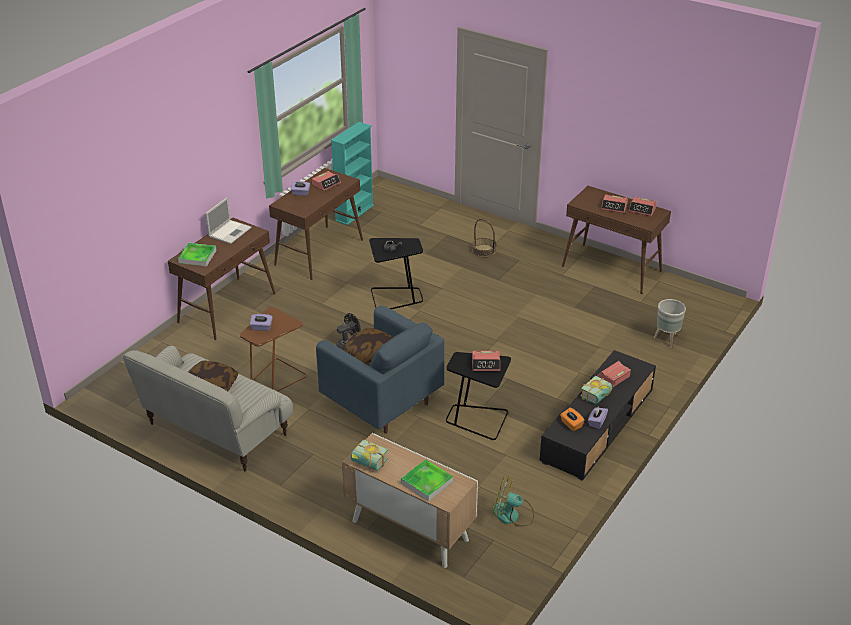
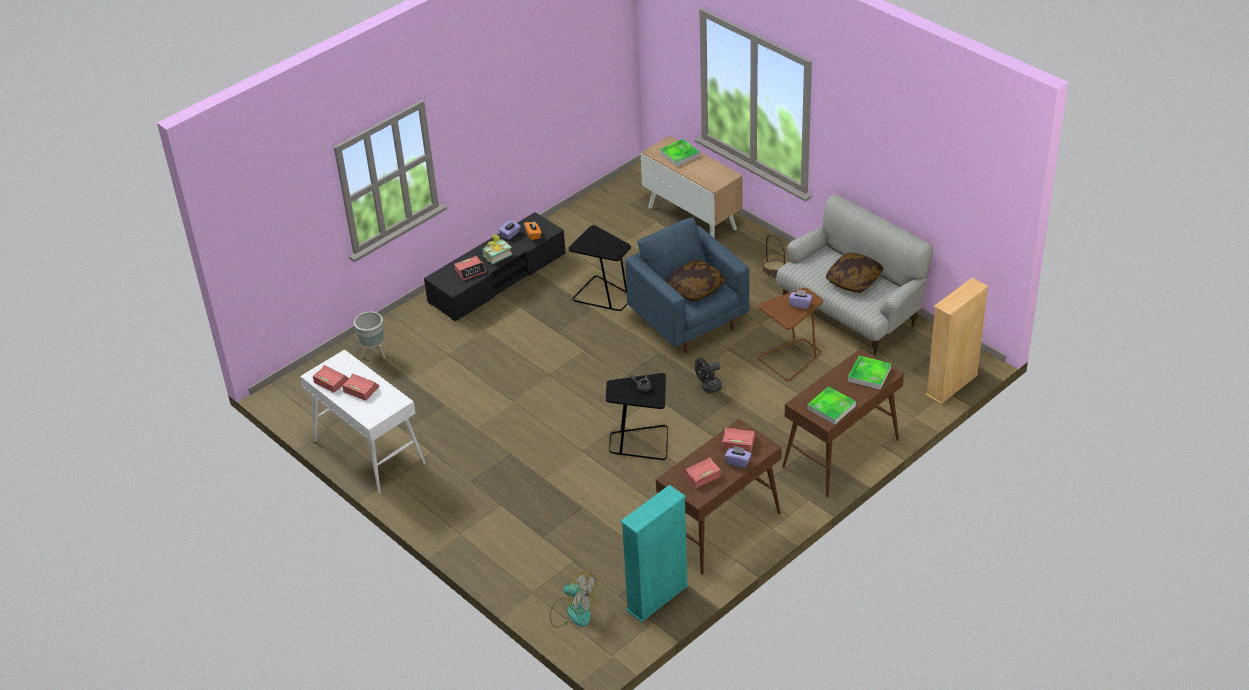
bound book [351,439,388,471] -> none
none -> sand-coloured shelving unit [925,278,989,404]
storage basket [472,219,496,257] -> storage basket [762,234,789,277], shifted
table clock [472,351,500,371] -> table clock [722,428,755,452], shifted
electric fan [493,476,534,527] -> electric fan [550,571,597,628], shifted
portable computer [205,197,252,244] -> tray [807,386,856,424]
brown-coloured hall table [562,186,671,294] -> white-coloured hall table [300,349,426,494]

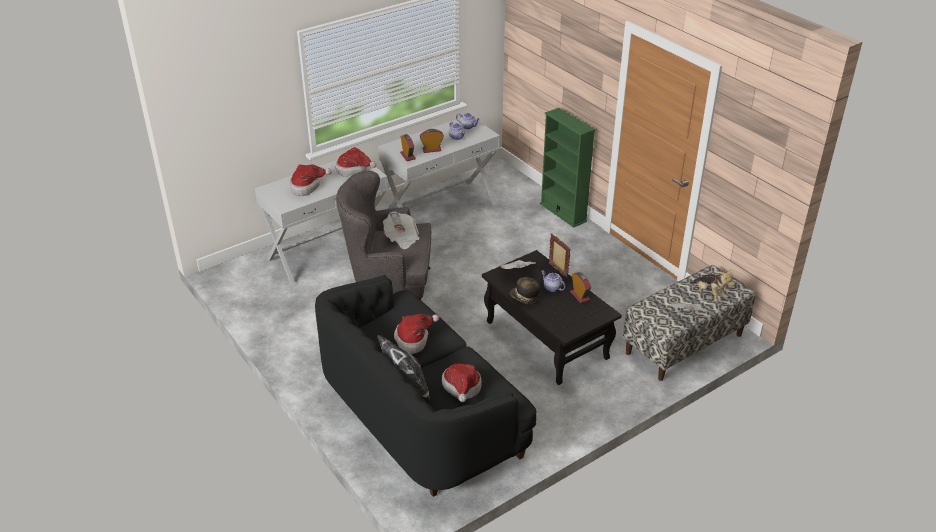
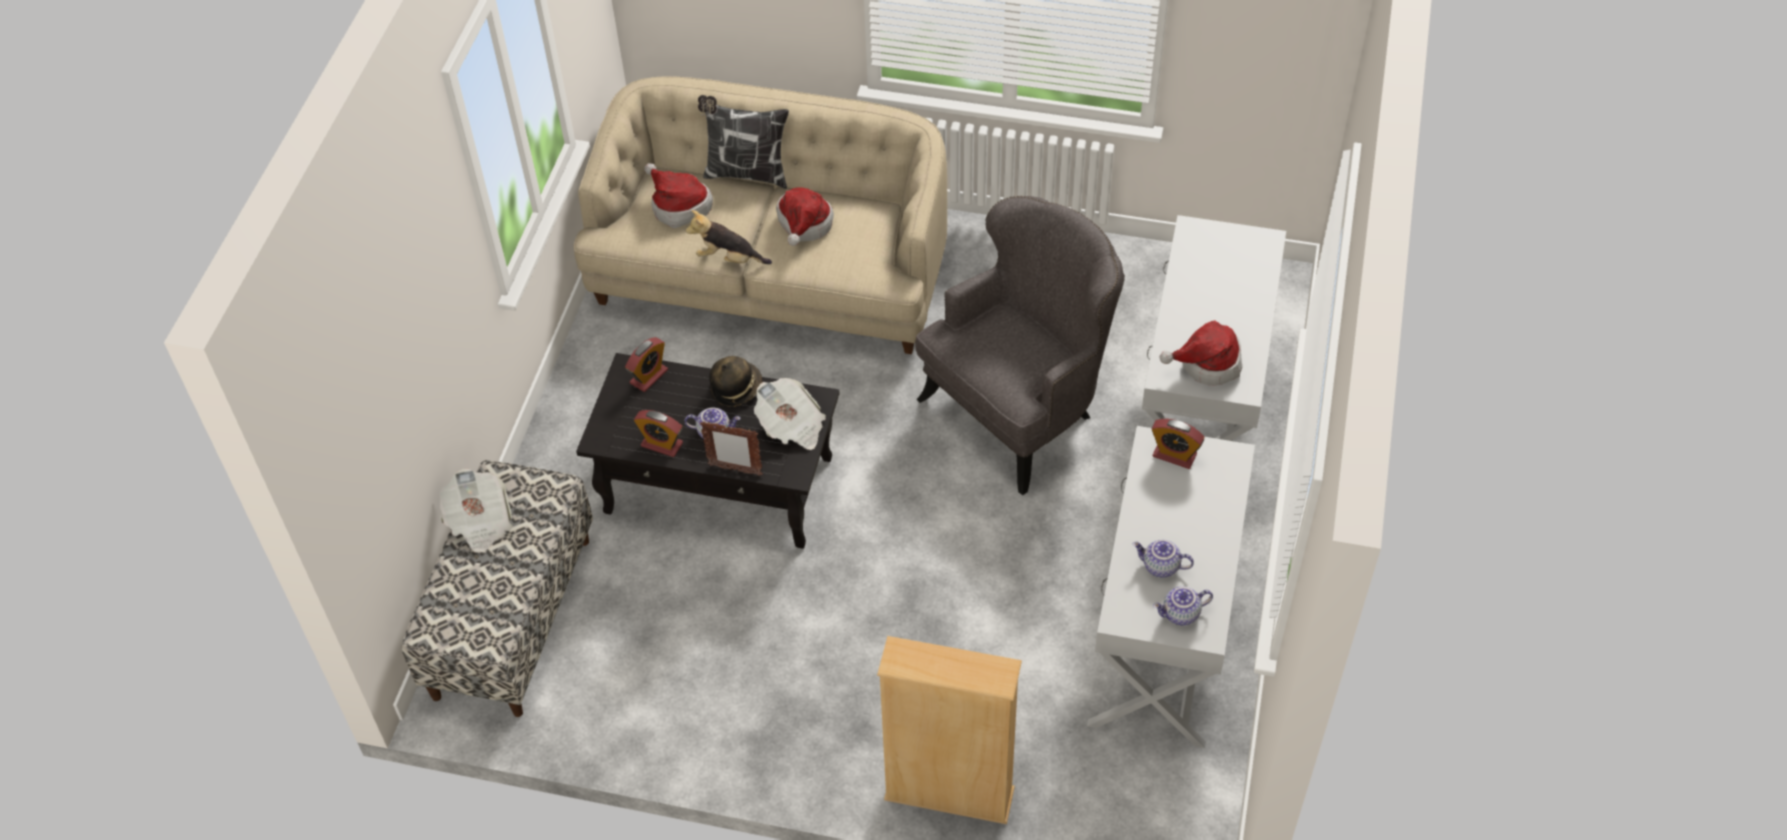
wearable hat [290,164,332,196] -> none
newspaper [383,211,420,249] -> none
table clock [420,129,444,153] -> table clock [625,337,668,392], shifted
soft toy [690,270,735,302] -> soft toy [686,210,772,264], shifted
black-coloured couch [315,275,537,497] -> sand-coloured couch [574,76,947,354]
green-coloured shelving unit [540,108,595,228] -> sand-coloured shelving unit [877,636,1022,824]

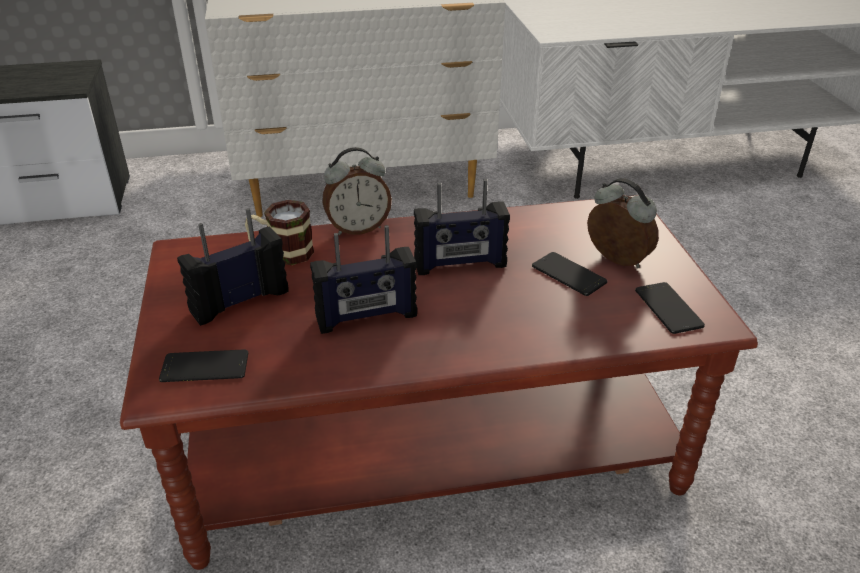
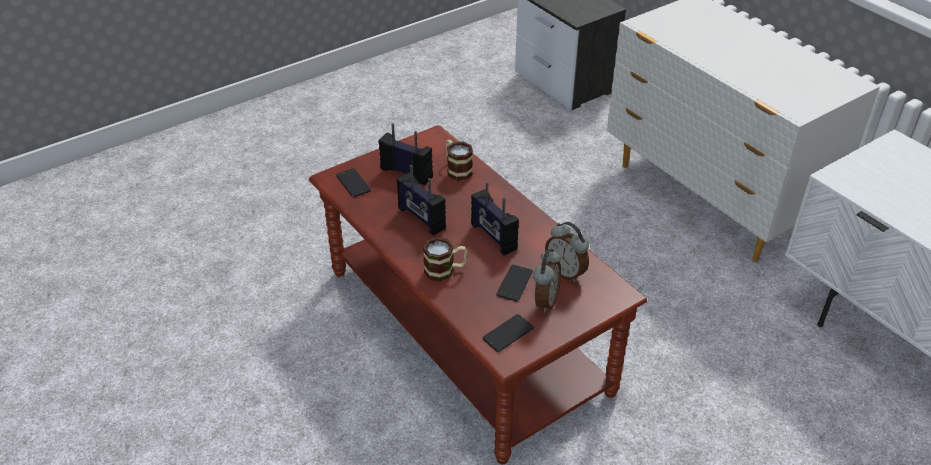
none -> tea mug [423,237,467,282]
table clock [322,147,392,235] -> table clock [545,222,589,282], shifted

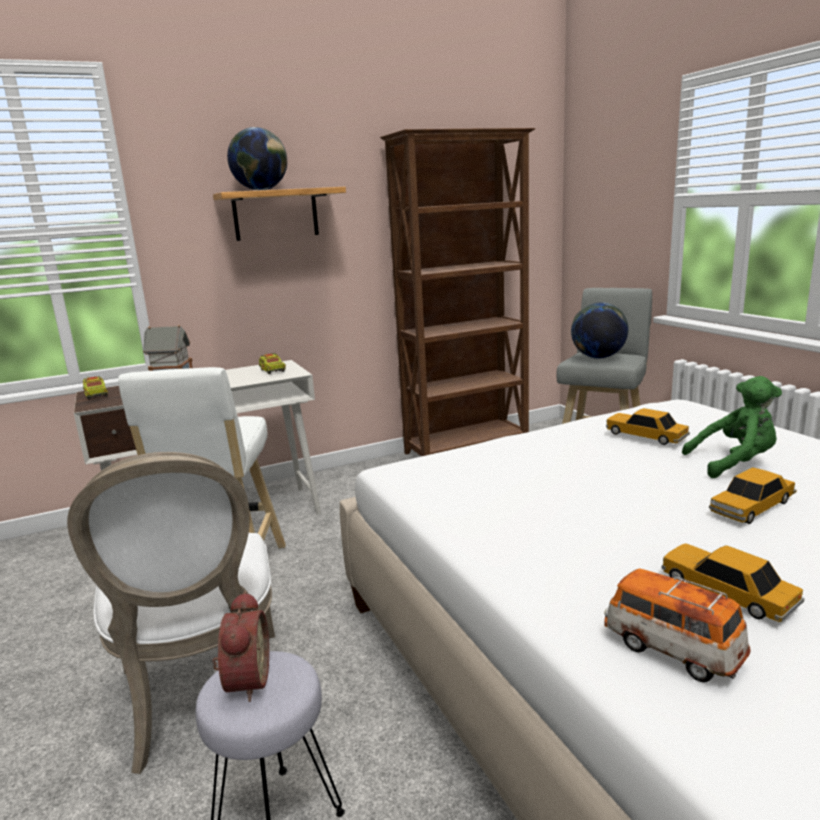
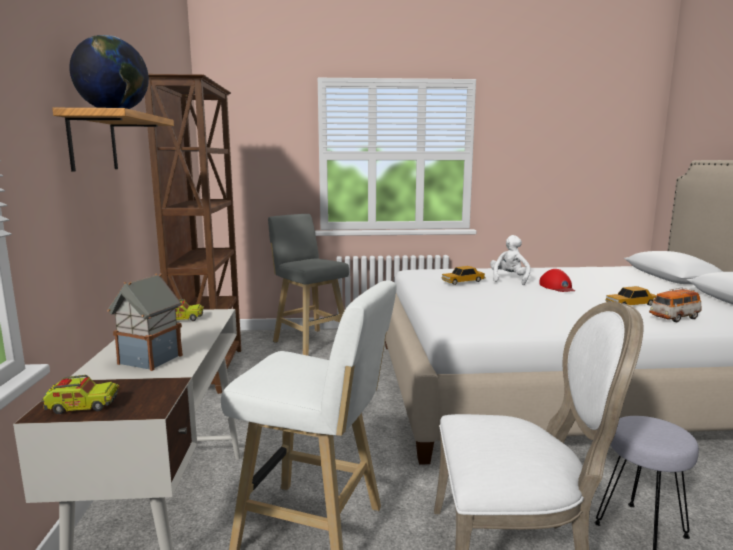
table clock [212,591,269,702] -> none
world globe [571,303,629,358] -> none
toy car [709,467,796,524] -> red-coloured peaked cap [539,269,575,292]
green-coloured soft toy [682,376,782,478] -> white-coloured soft toy [490,235,530,285]

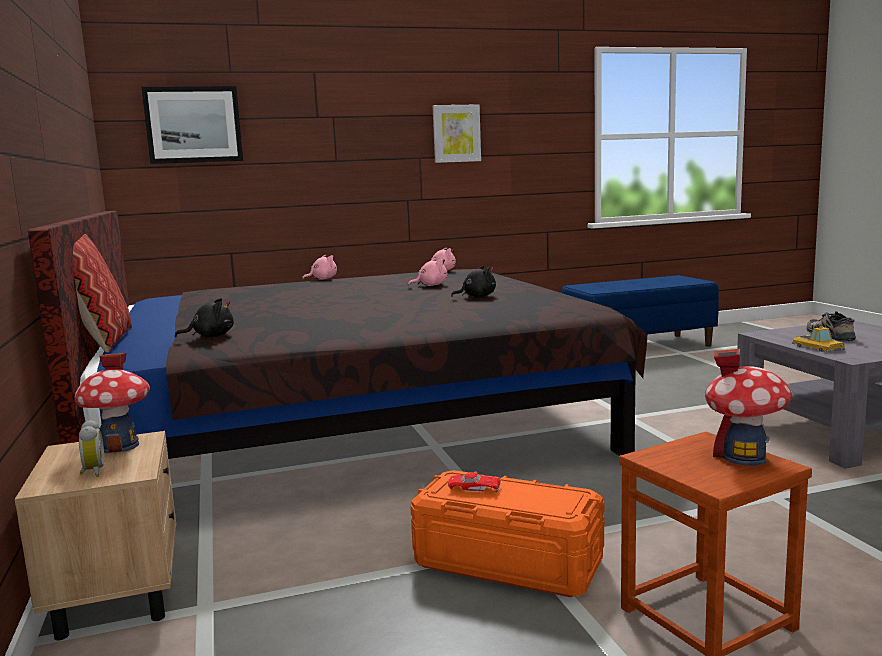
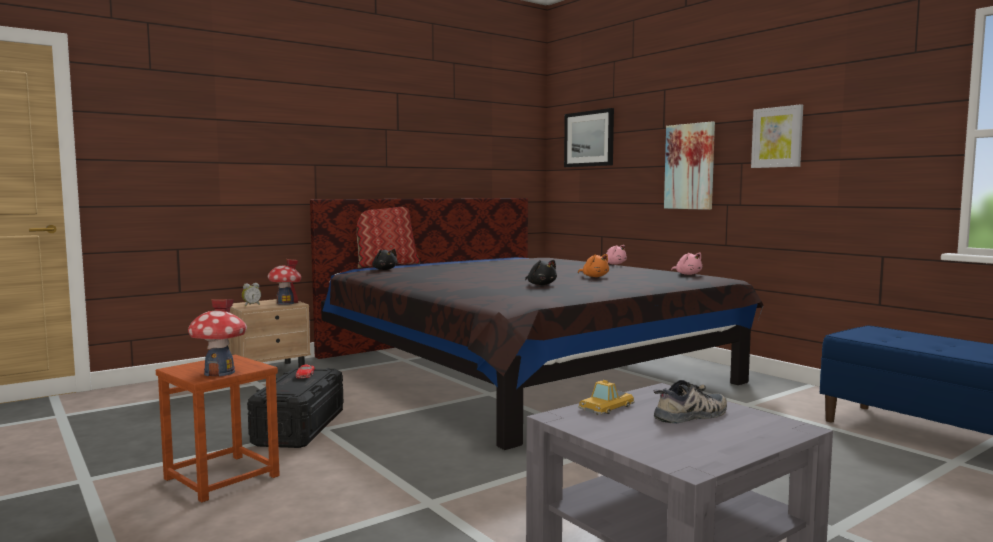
none -> picture [664,121,715,210]
pinkish soft toy [408,258,448,286] -> orange soft toy [578,254,609,277]
orange storage bin [410,470,604,597] -> black-coloured storage bin [247,368,343,448]

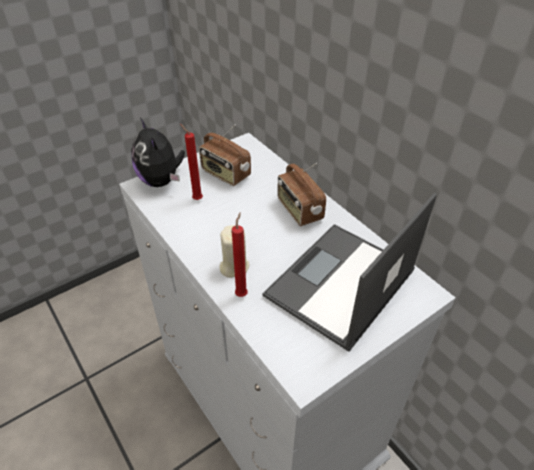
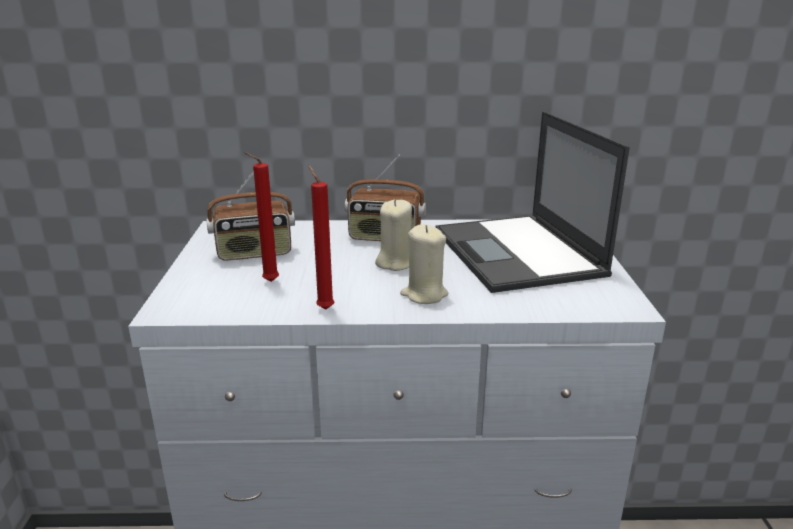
soft toy [131,118,185,187] -> none
none -> sand-coloured wax light [375,199,412,271]
red-coloured wax light [232,212,248,297] -> red-coloured wax light [308,165,334,309], shifted

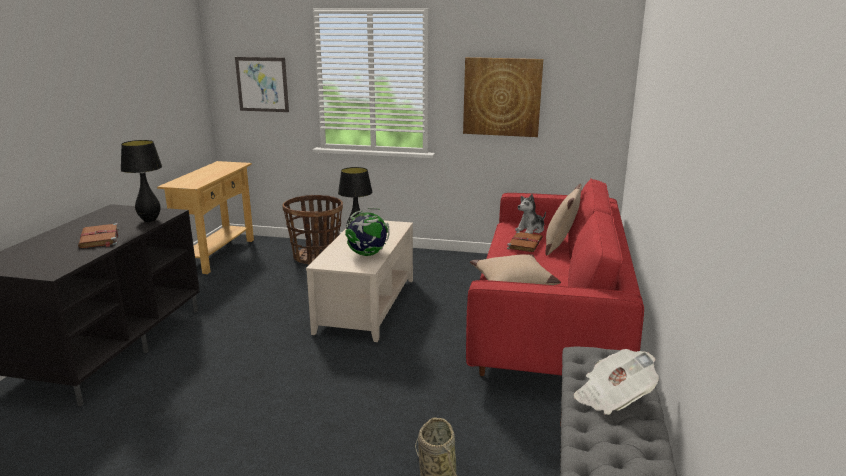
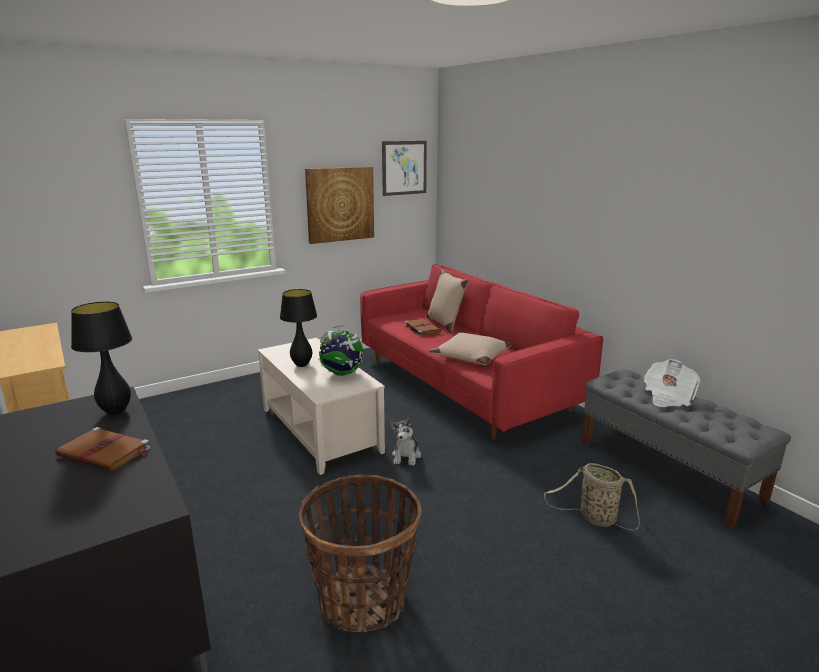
picture [235,57,289,112] -> picture [382,141,427,196], shifted
storage basket [283,195,343,265] -> storage basket [300,474,421,632], shifted
soft toy [515,194,546,234] -> soft toy [390,417,421,466], shifted

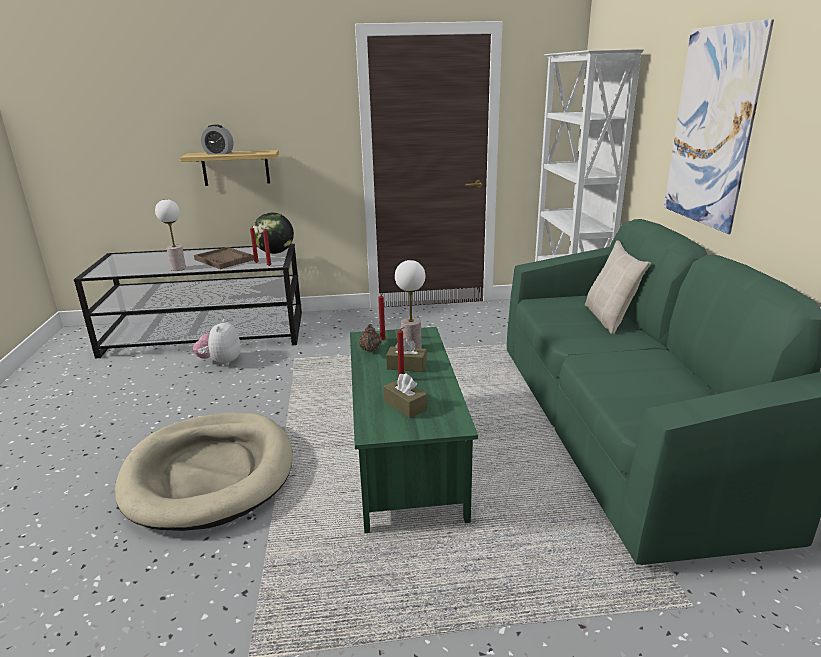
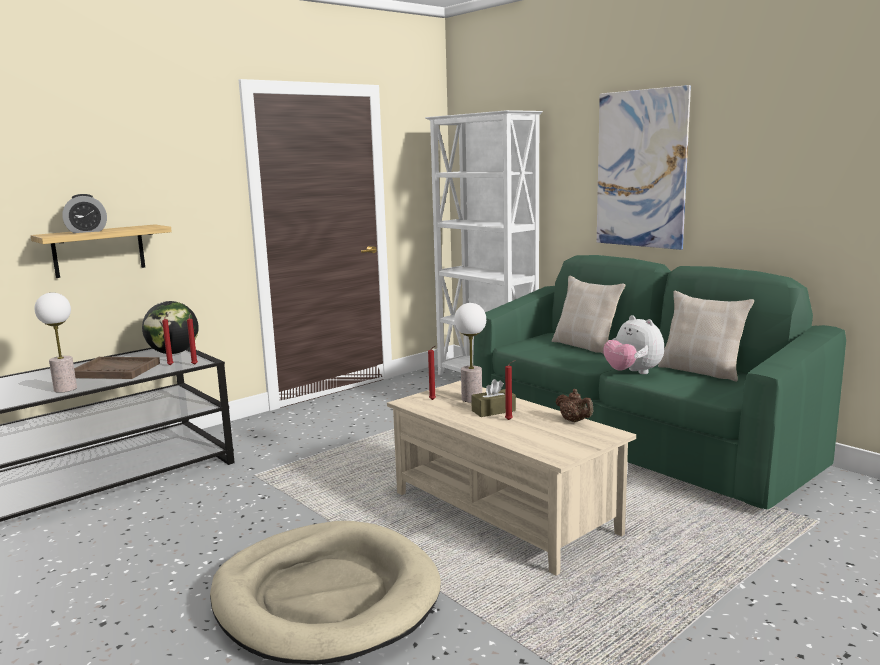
brown-coloured box of tissues [383,373,427,418] -> none
none -> sand-coloured throw pillow [658,291,754,382]
soft toy [193,319,241,366] -> soft toy [603,315,664,374], shifted
brown-coloured pot for tea [359,324,381,351] -> brown-coloured pot for tea [556,389,593,422], shifted
green-coloured lounge table [350,327,478,533] -> sand-coloured lounge table [387,381,636,576]

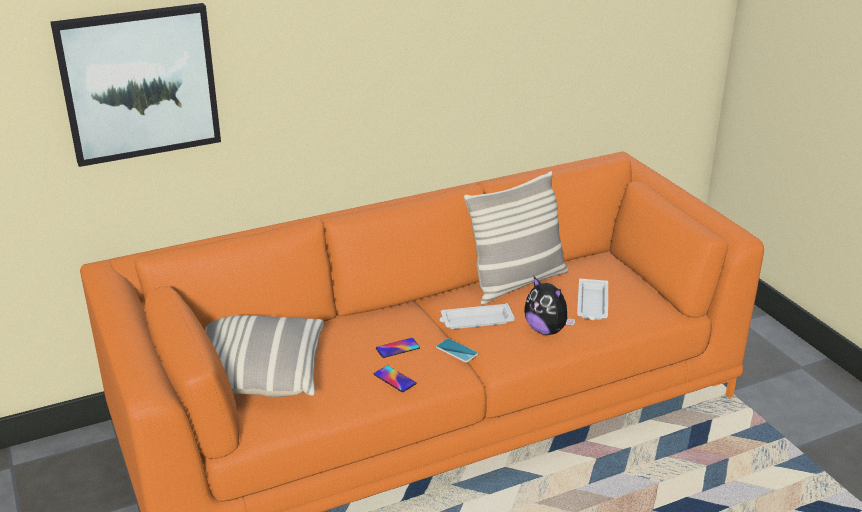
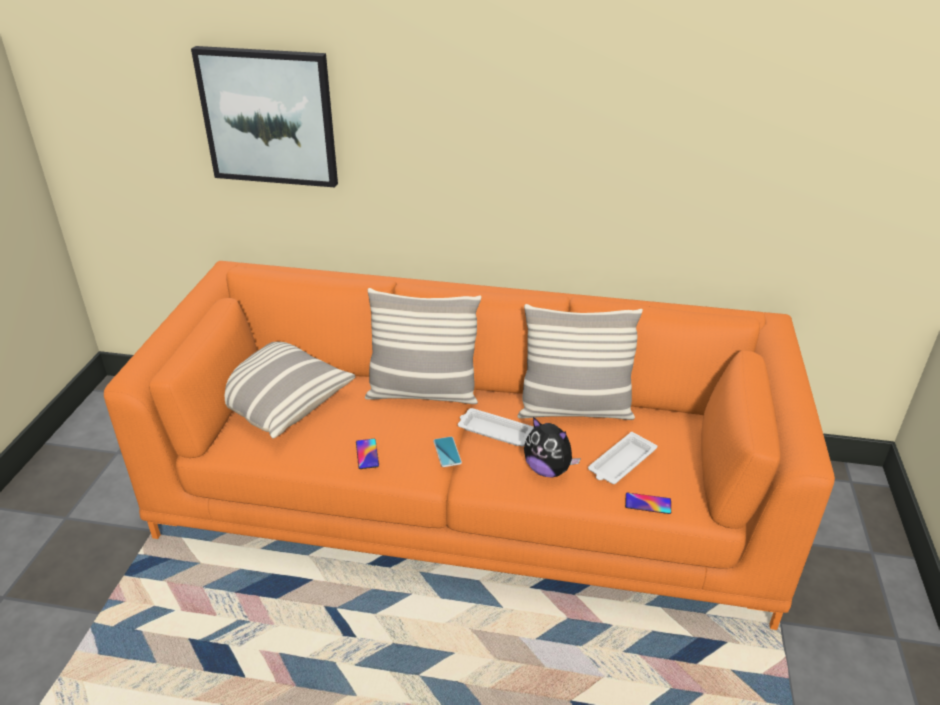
none -> throw pillow [365,288,481,404]
phone [376,338,420,358] -> phone [625,492,671,514], shifted
soft toy [524,277,576,335] -> soft toy [524,417,581,477], 45 degrees counterclockwise

